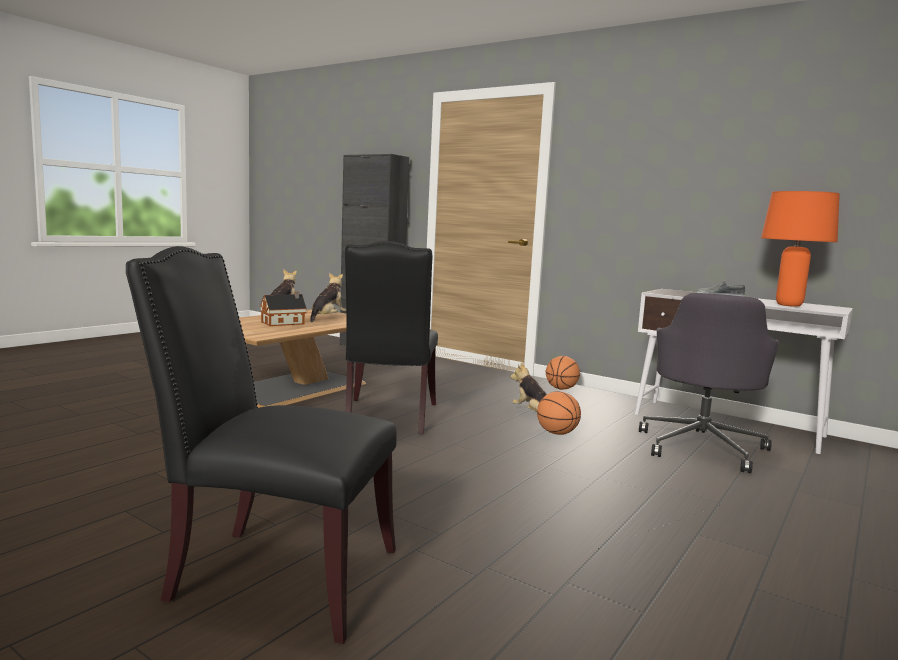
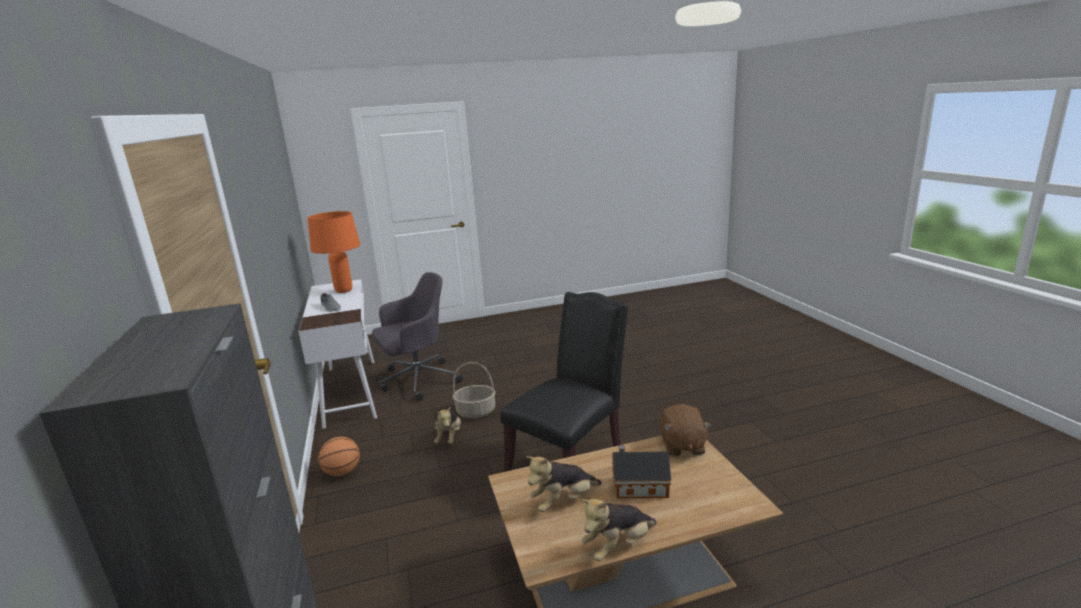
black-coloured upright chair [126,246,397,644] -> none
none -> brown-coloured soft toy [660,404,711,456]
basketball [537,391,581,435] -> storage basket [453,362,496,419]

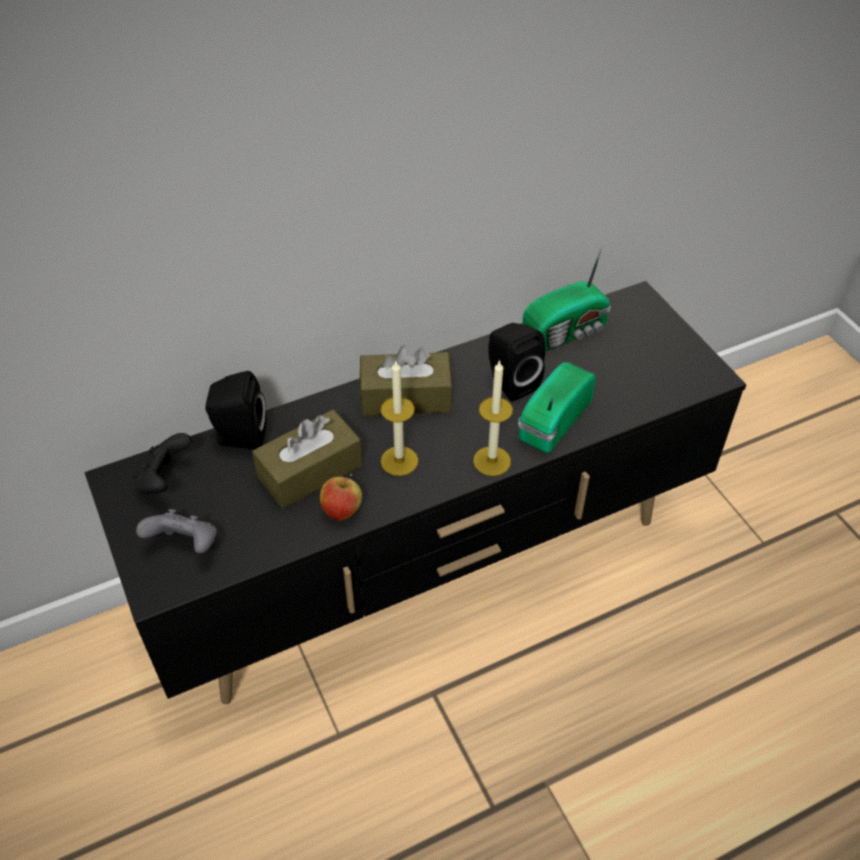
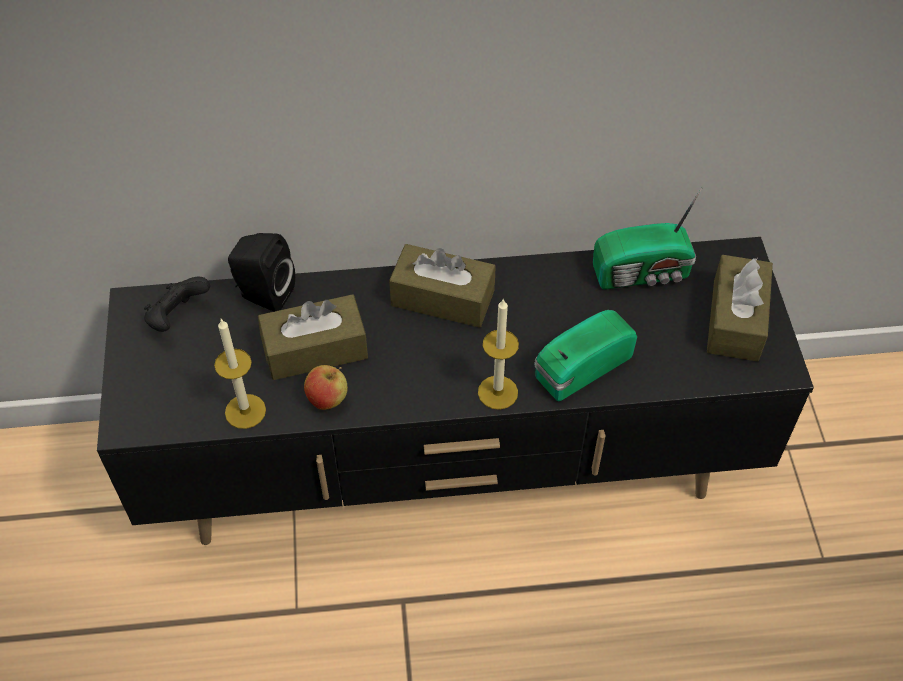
grey game controller [136,509,217,553] -> none
black-coloured speaker [488,323,546,402] -> none
none -> brown-coloured box of tissues [707,255,773,362]
wax light [381,361,418,476] -> wax light [214,319,266,429], shifted

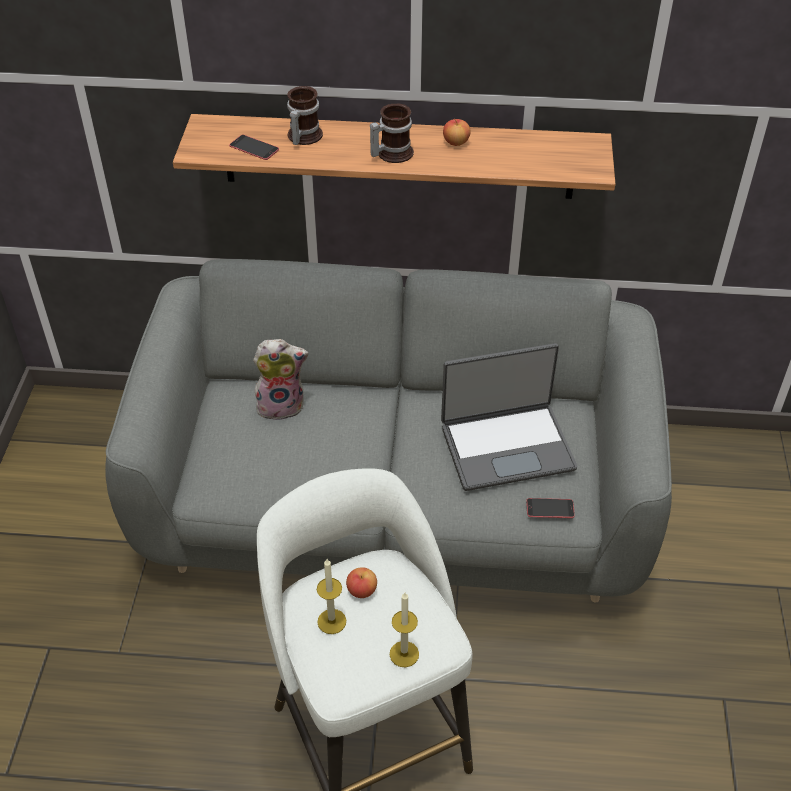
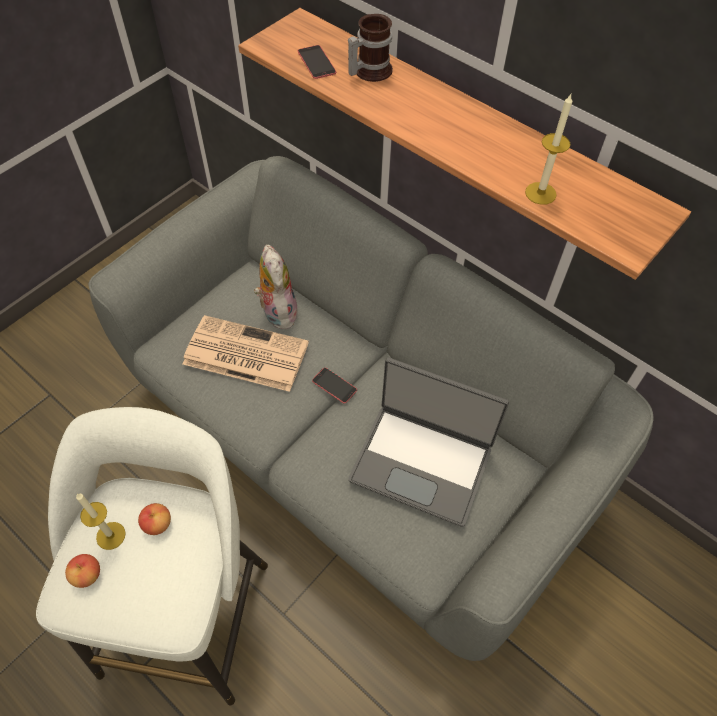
tea mug [370,104,414,163] -> none
none -> newspaper [183,315,309,392]
wax light [390,593,419,667] -> wax light [525,94,573,205], shifted
apple [443,119,471,146] -> apple [65,554,100,588], shifted
phone [526,498,575,518] -> phone [312,368,357,404], shifted
soft toy [253,339,308,420] -> soft toy [254,244,298,329], 135 degrees counterclockwise

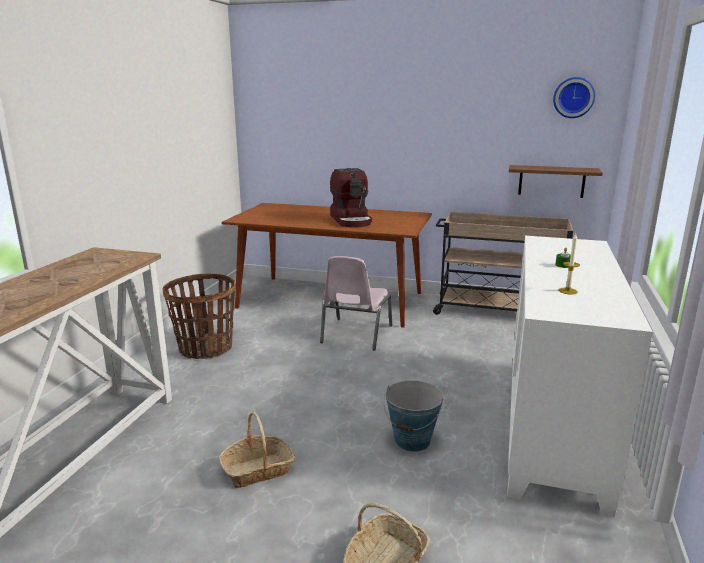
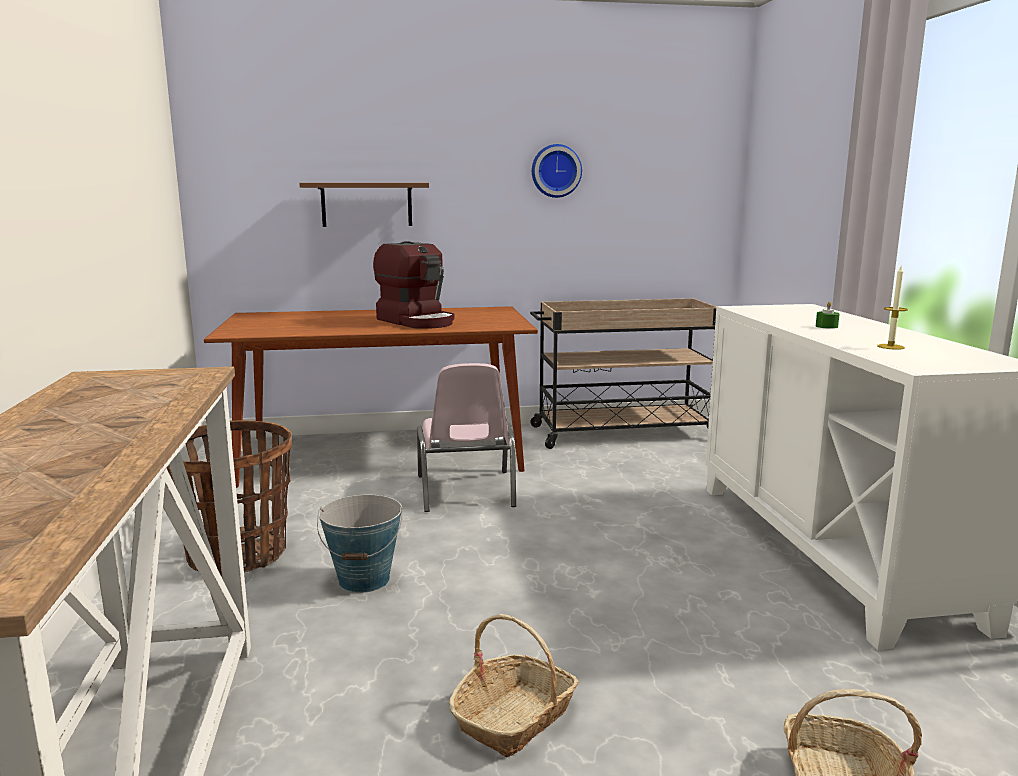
water bucket [384,380,444,452] -> water bucket [317,495,403,593], shifted
brown-coloured bracket shelf [509,165,603,198] -> brown-coloured bracket shelf [299,183,429,227], shifted
wall clock [553,77,595,118] -> wall clock [532,144,582,198], shifted

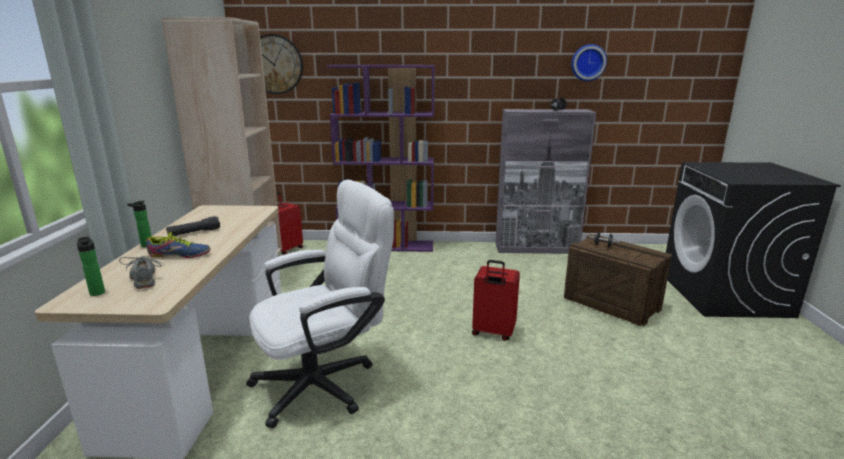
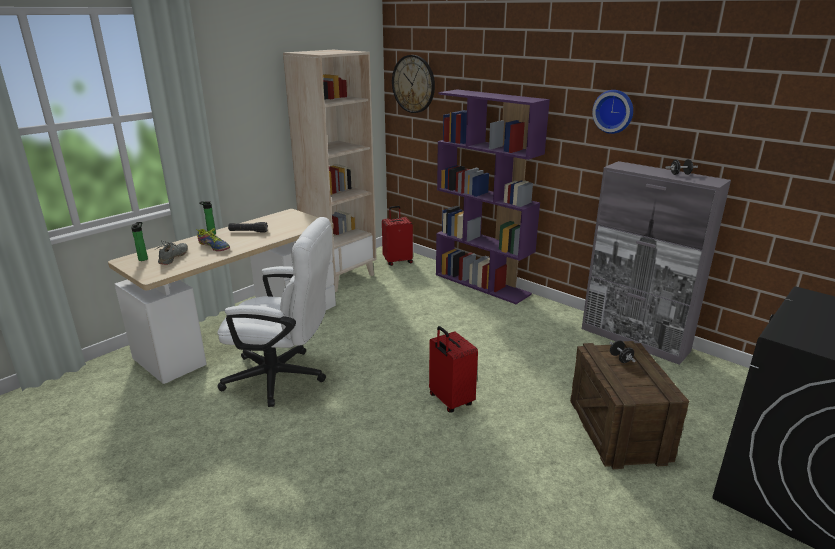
wall clock [571,44,607,81] -> wall clock [592,90,633,134], shifted

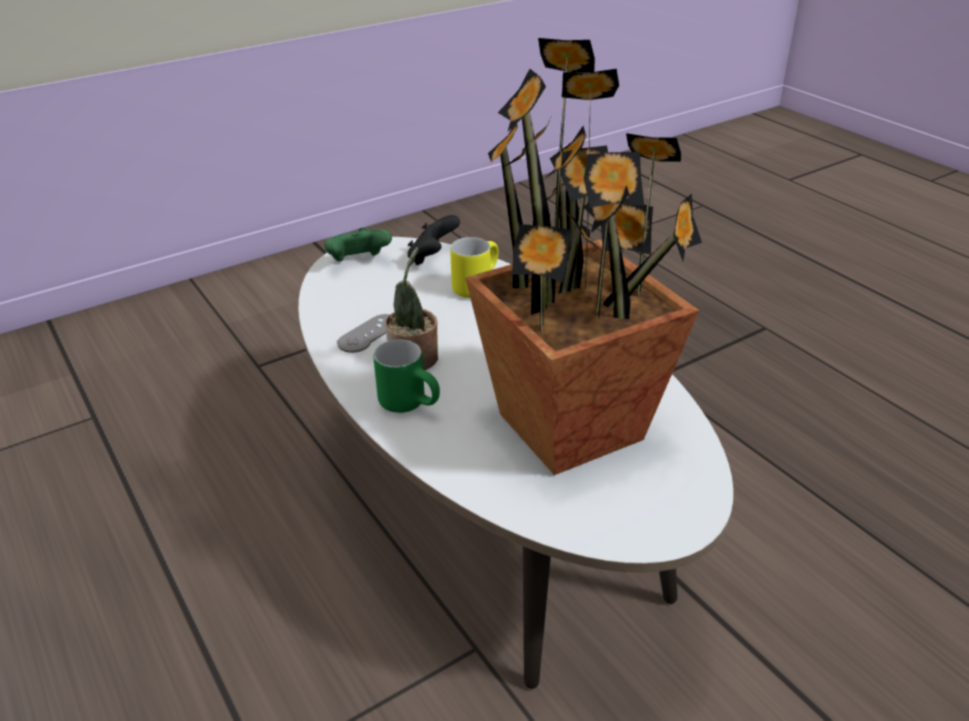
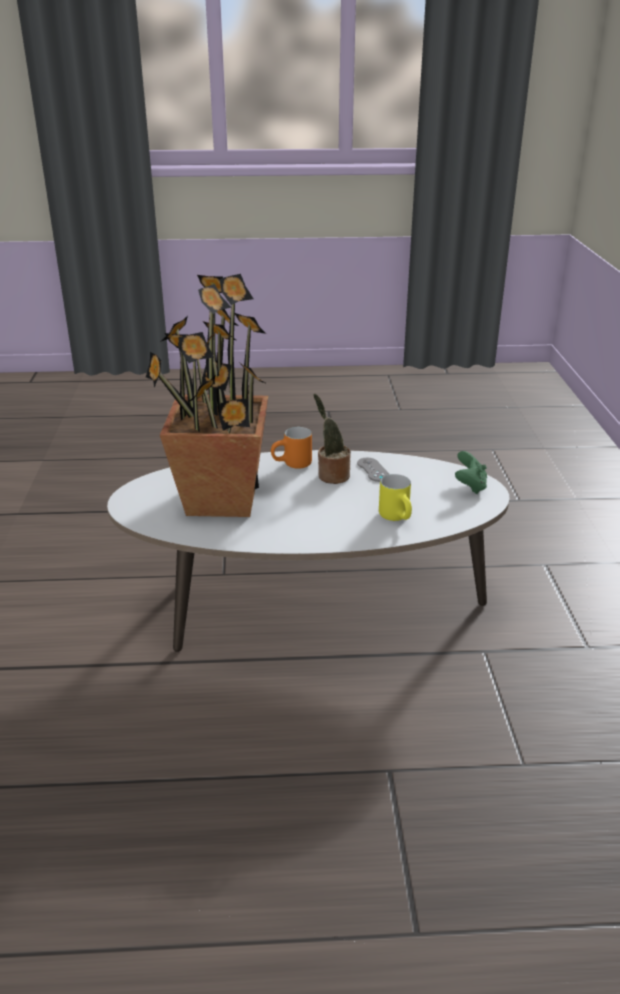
black-coloured game controller [408,215,460,265] -> none
green-coloured tea mug [374,339,440,413] -> orange tea mug [271,427,312,469]

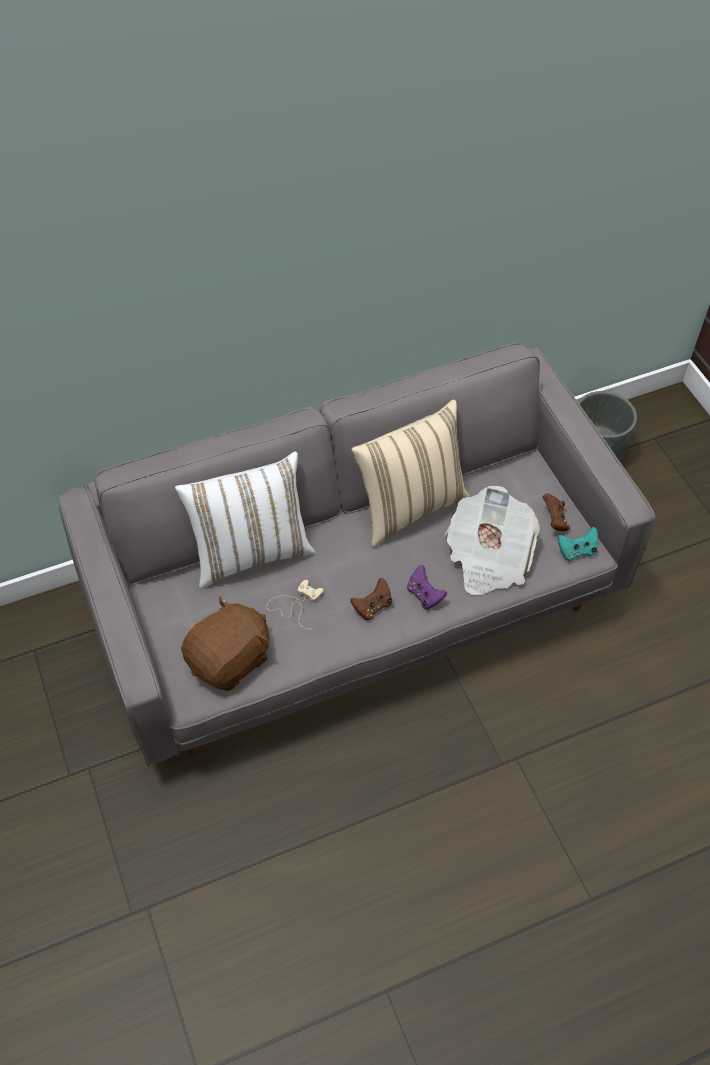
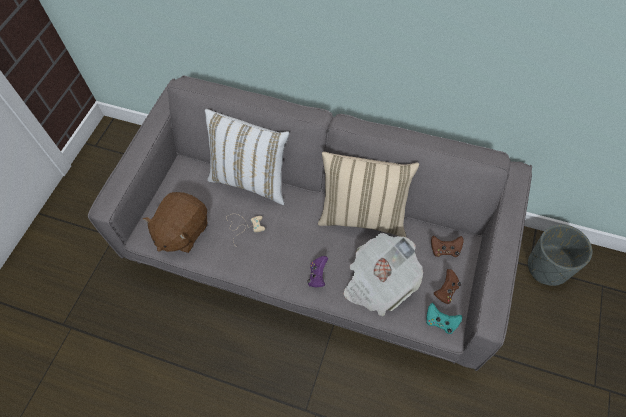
brown-coloured game controller [350,578,392,621] -> brown-coloured game controller [431,236,463,257], shifted
brown-coloured soft toy [181,596,270,691] -> brown-coloured soft toy [143,192,207,253], 120 degrees clockwise

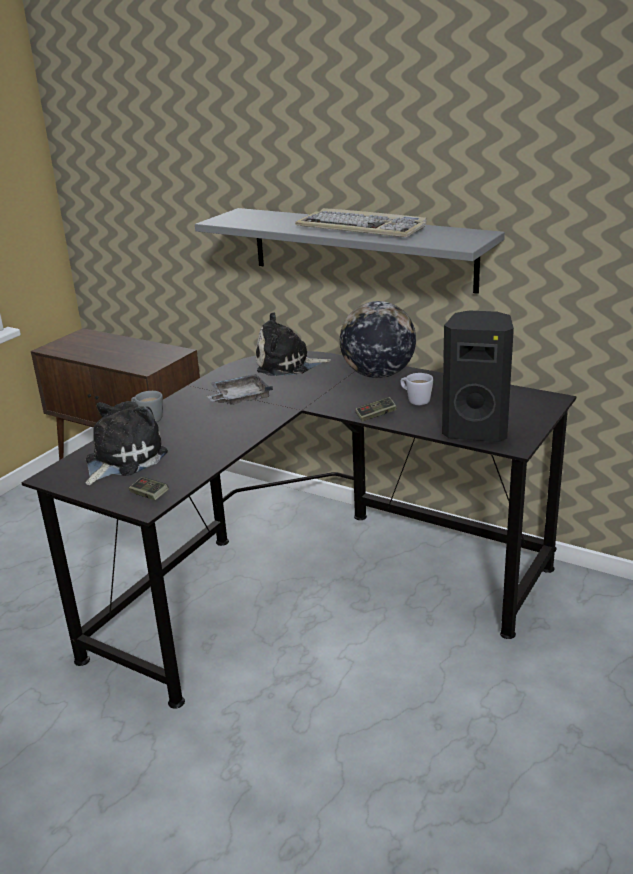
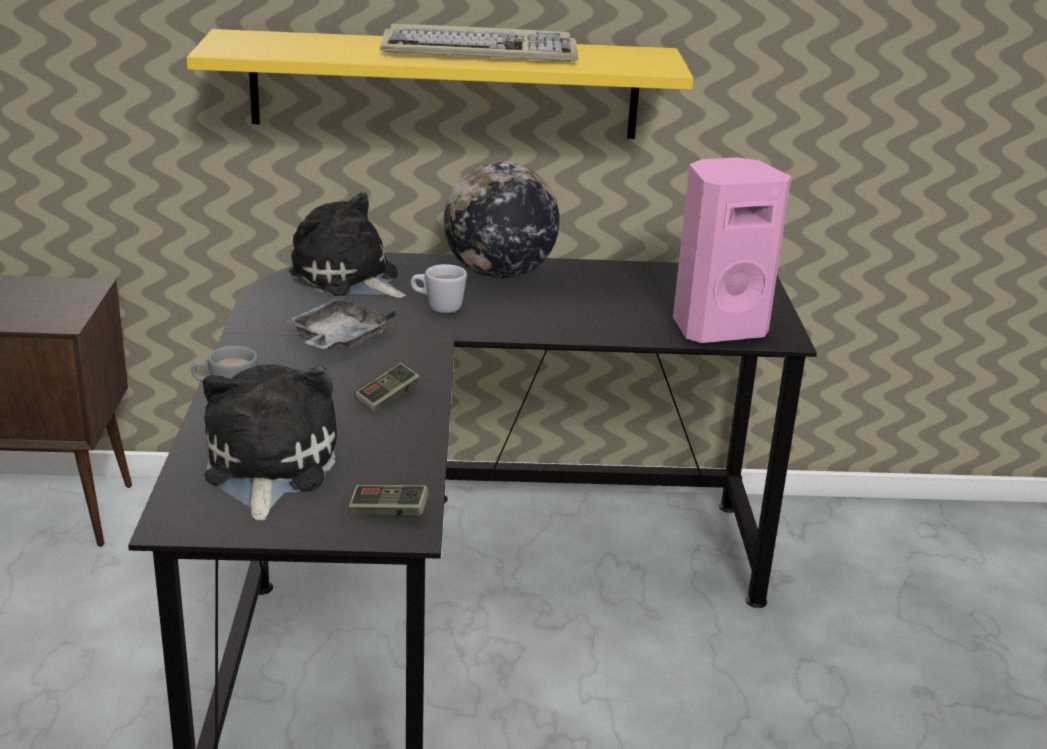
game controller [355,397,397,422] -> game controller [355,363,420,412], shifted
white-coloured tea mug [400,373,433,405] -> white-coloured tea mug [411,264,467,313], shifted
grey bracket shelf [195,208,505,294] -> yellowish bracket shelf [187,29,693,139]
black-coloured speaker [442,310,514,442] -> pinkish speaker [673,157,791,343]
soft toy [256,312,331,376] -> soft toy [289,192,405,298], 75 degrees clockwise

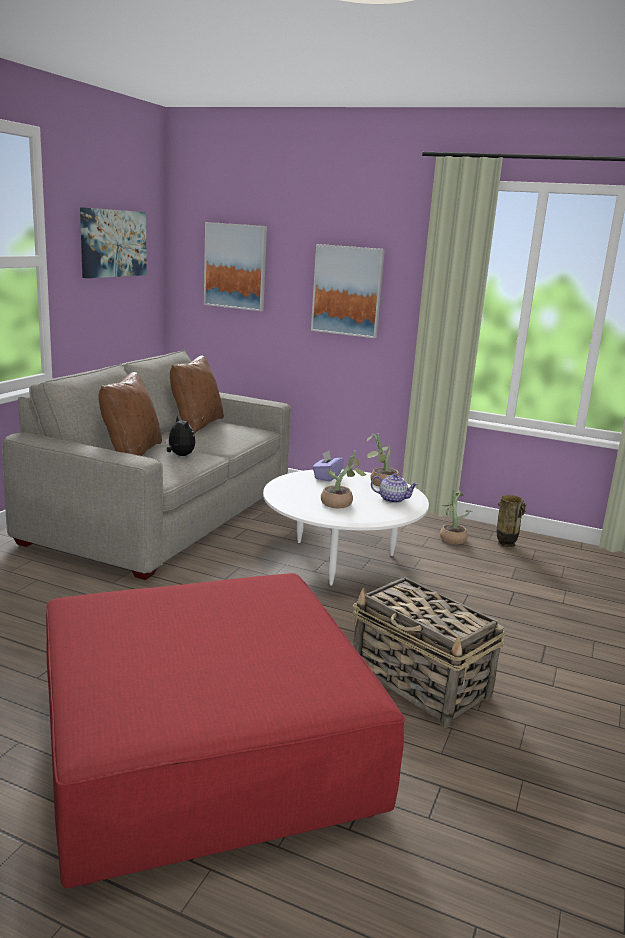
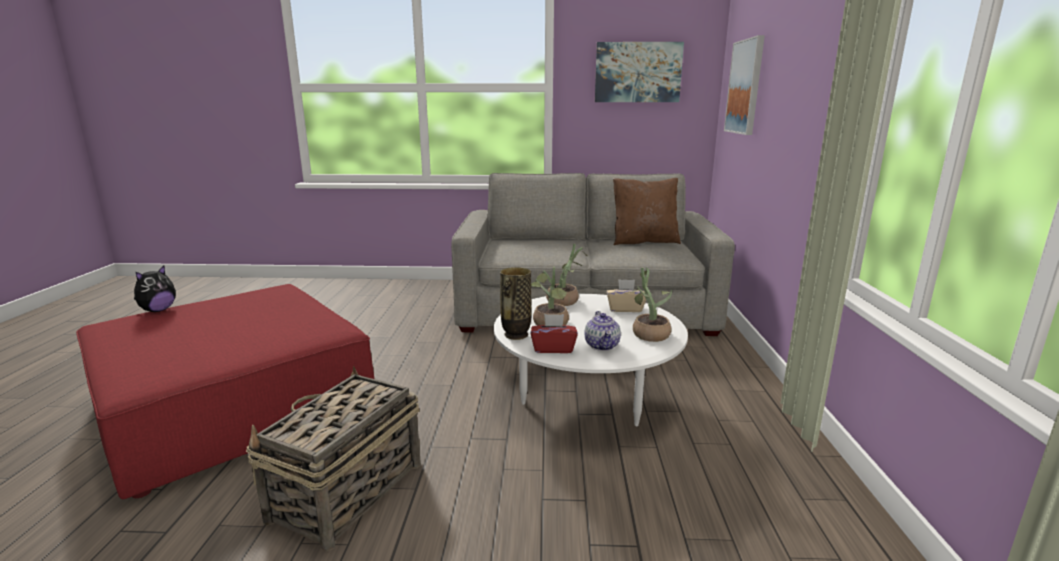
brown-coloured throw pillow [98,372,162,456] -> none
picture [311,244,385,338] -> none
none -> red-coloured box of tissues [531,314,578,353]
soft toy [165,415,195,456] -> soft toy [134,266,176,312], shifted
plant in a pot [440,490,472,544] -> plant in a pot [546,244,587,306], shifted
decorative vase [497,495,526,548] -> decorative vase [500,267,532,340], shifted
purple-coloured box of tissues [313,451,344,482] -> sand-coloured box of tissues [606,279,646,312]

